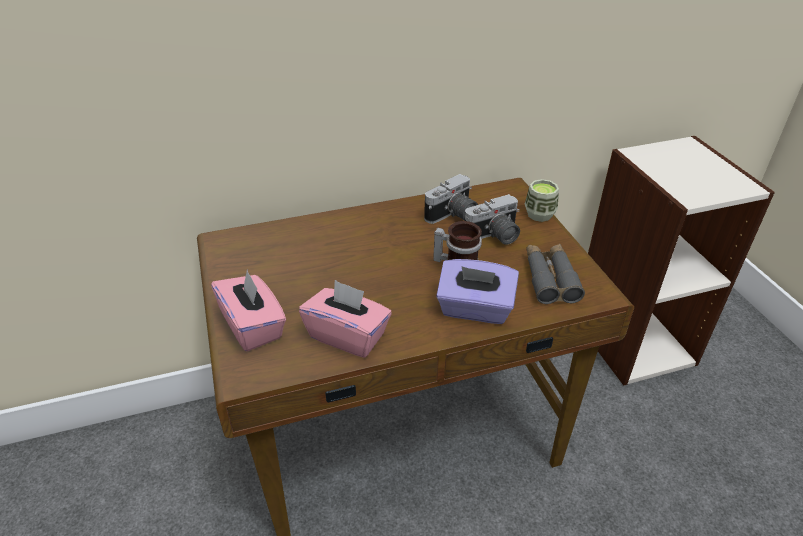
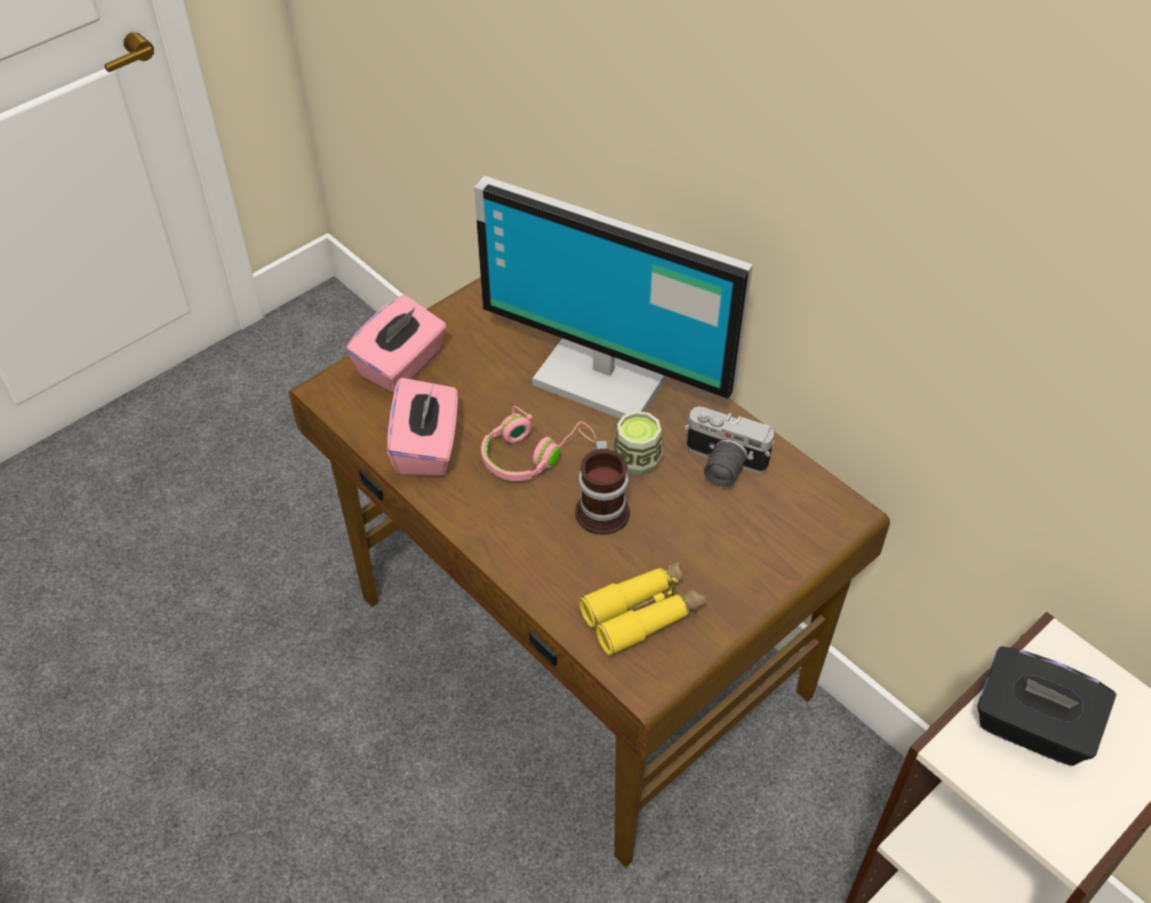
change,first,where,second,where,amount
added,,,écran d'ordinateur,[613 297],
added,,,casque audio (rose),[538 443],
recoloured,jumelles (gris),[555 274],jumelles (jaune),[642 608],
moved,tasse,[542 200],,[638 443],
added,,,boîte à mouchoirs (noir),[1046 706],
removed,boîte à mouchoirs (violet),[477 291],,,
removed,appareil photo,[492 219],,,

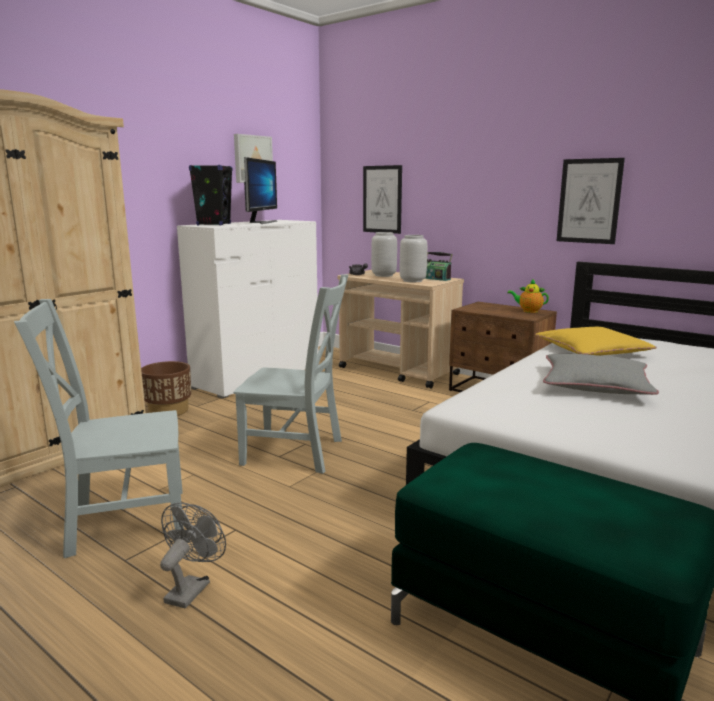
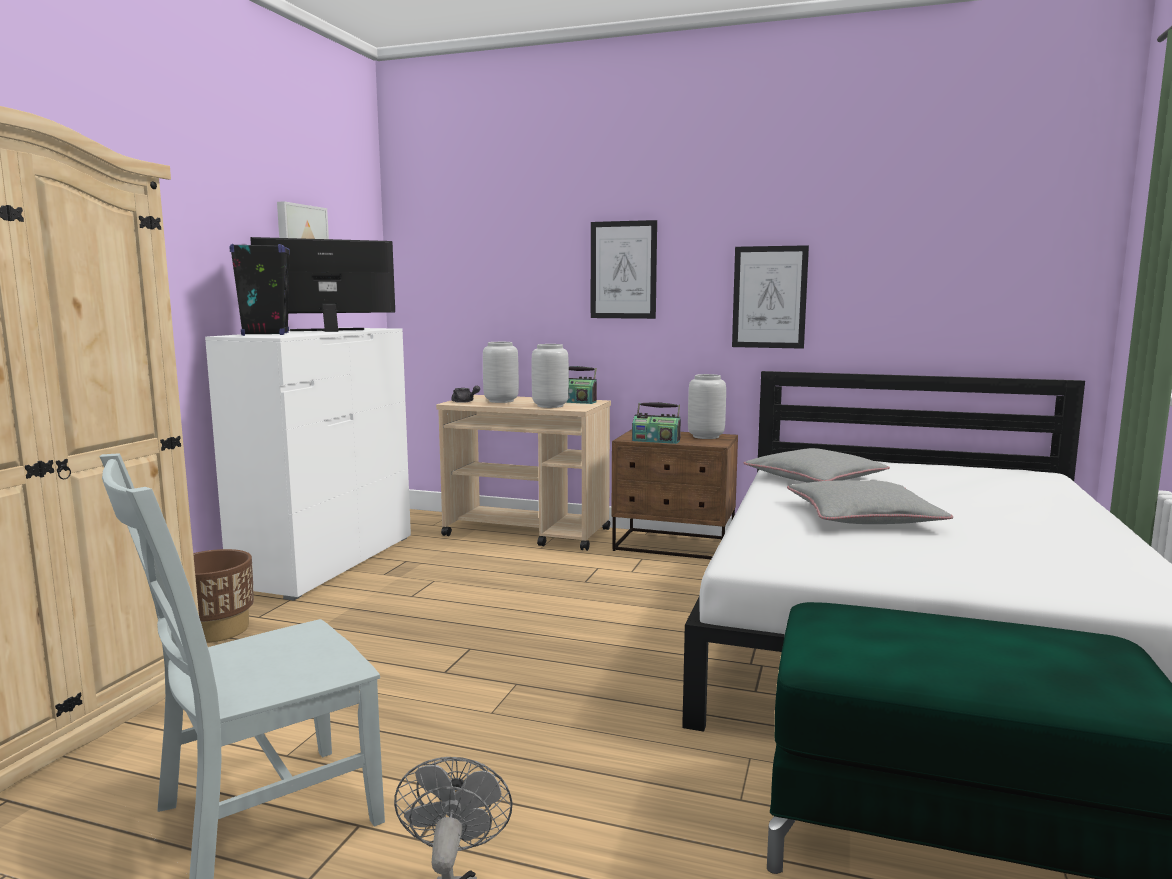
change,first,where,second,where,amount
turned,écran d'ordinateur,[260 190],,[322 284],105 degrees counterclockwise
moved,tableau,[382 199],,[624 269],
added,,,radio,[656 423],
replaced,théière,[528 296],vase (gris),[707 406],
recoloured,coussin (jaune),[596 341],coussin (gris),[817 465],
removed,chaise (gris),[291 374],,,

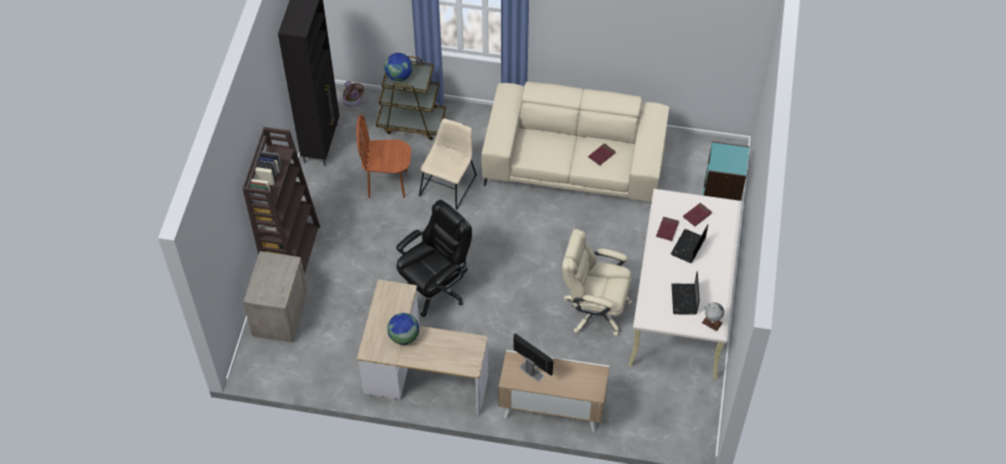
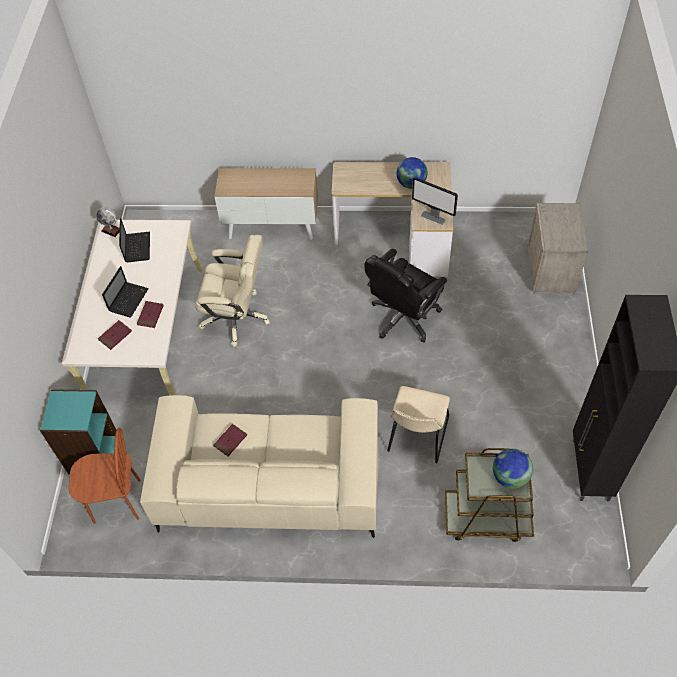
change,first,where,second,where,amount
moved,chaise (marron),[383 156],,[105 476],
moved,écran d'ordinateur,[533 357],,[435 201],
removed,bibliothèque (marron),[281 200],,,
removed,ventilateur (marron),[353 93],,,

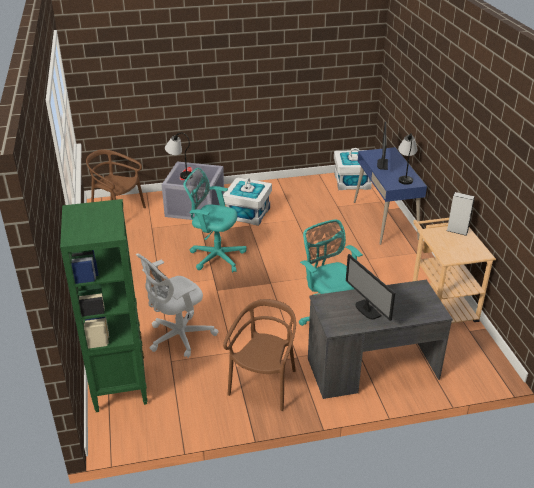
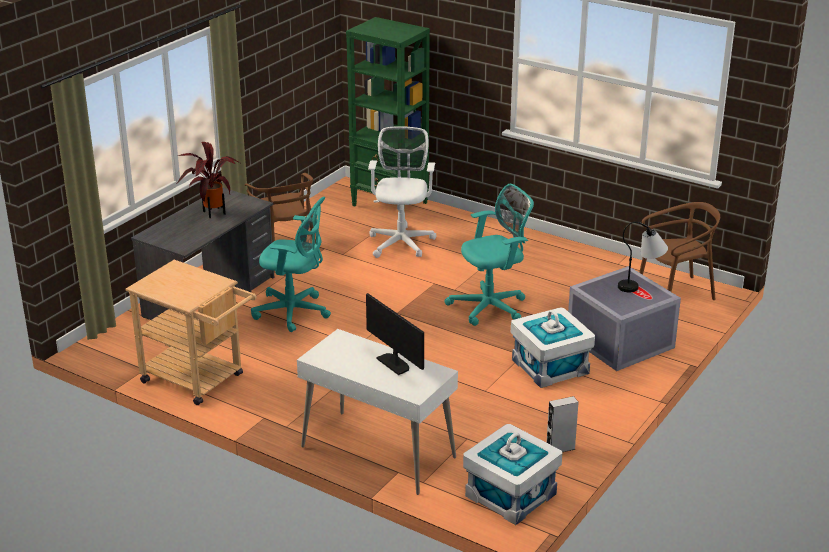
change,first,where,second,where,amount
replaced,écran d'ordinateur,[370 287],plante en pot,[208 180],
recoloured,bureau (bleu),[390 196],bureau (blanc),[377 412],
moved,enceinte (gris),[461 214],,[562 424],
removed,lampe de table,[408 159],,,

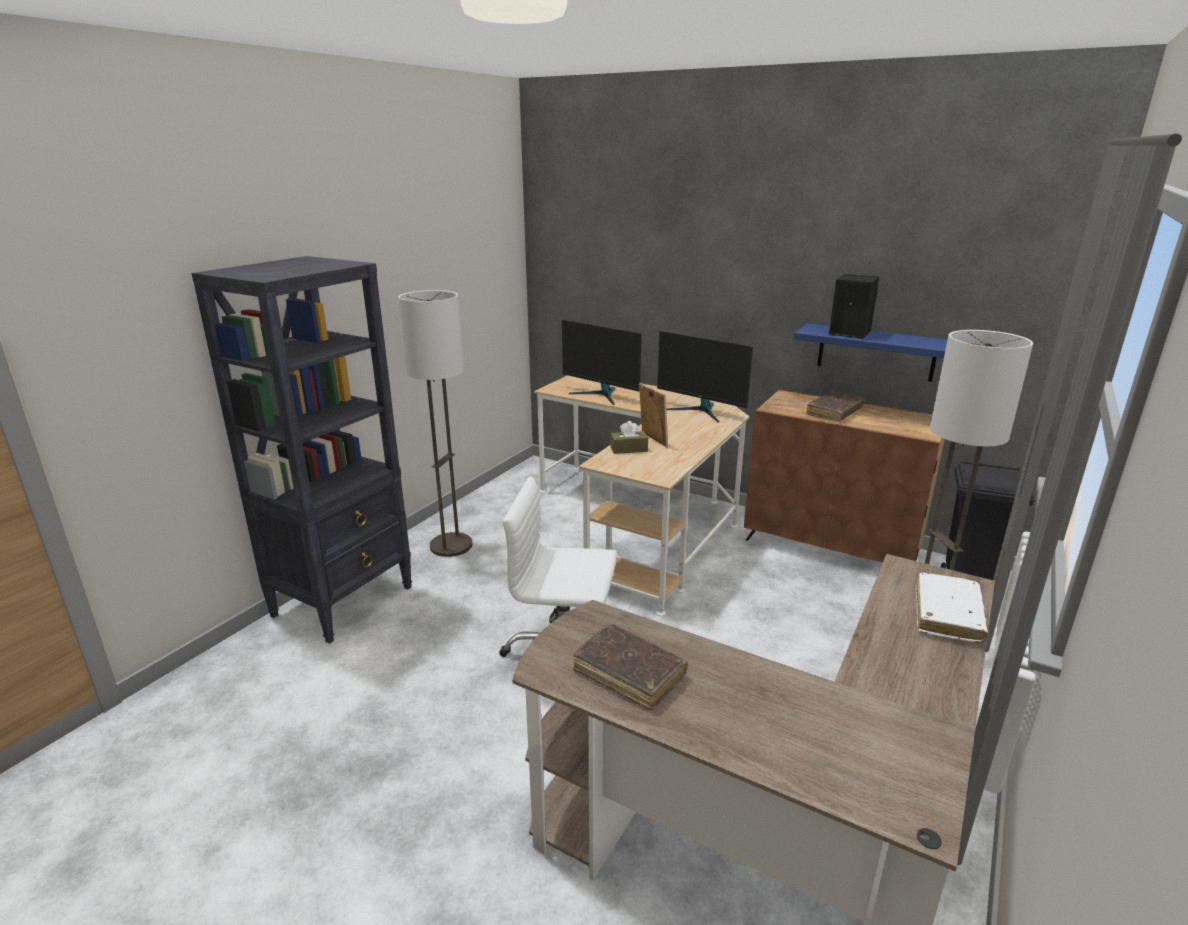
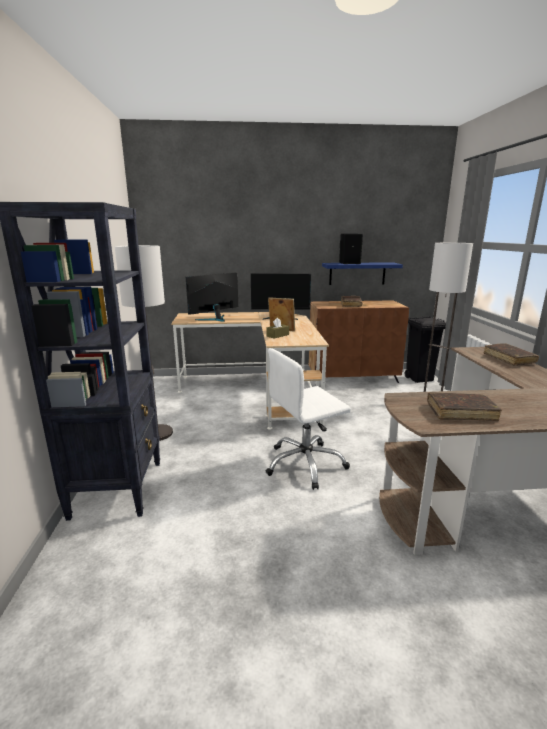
change,first,where,second,where,amount
turned,écran d'ordinateur,[602 362],,[212 297],135 degrees clockwise
recoloured,livre (blanc),[952 608],livre (marron),[511 354],

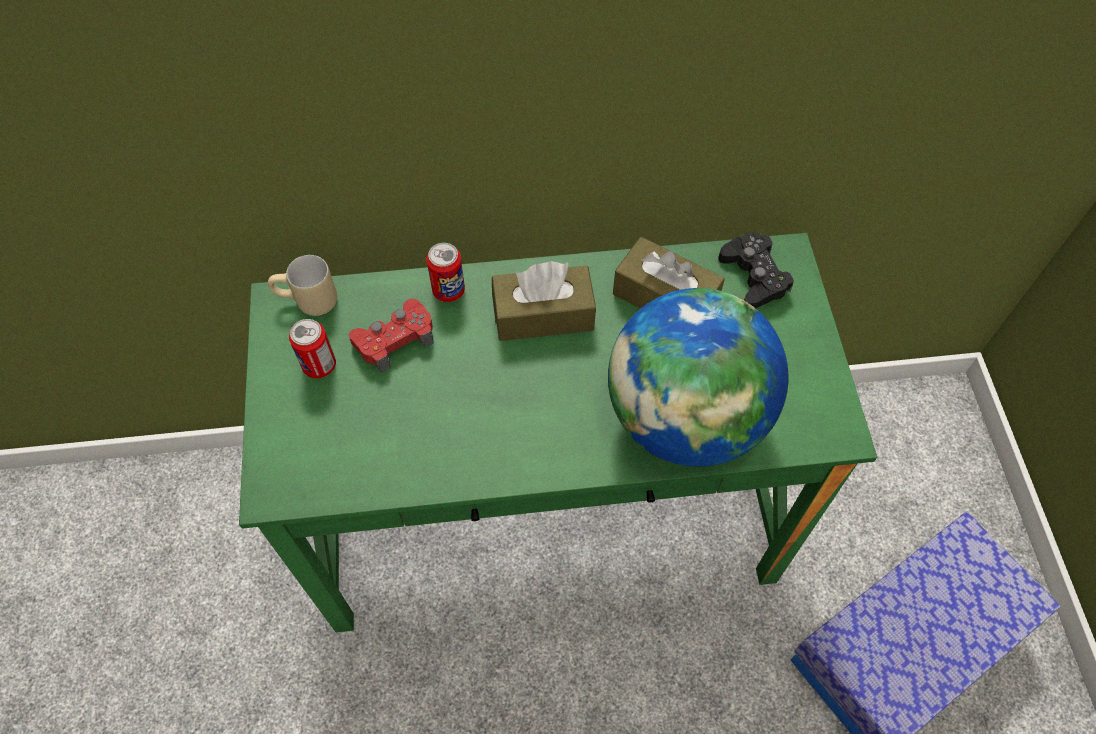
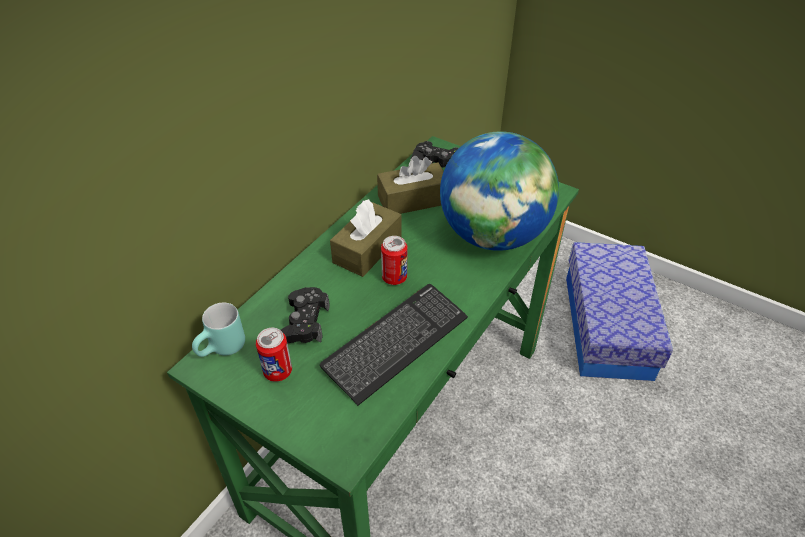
change,first,where,second,where,amount
recoloured,mug (beige),[302 285],mug (turquoise),[218 329],
recoloured,manette (rouge),[391 336],manette (noir),[305 315],
added,,,clavier,[394 345],
moved,boîte métallique,[446 272],,[394 260],

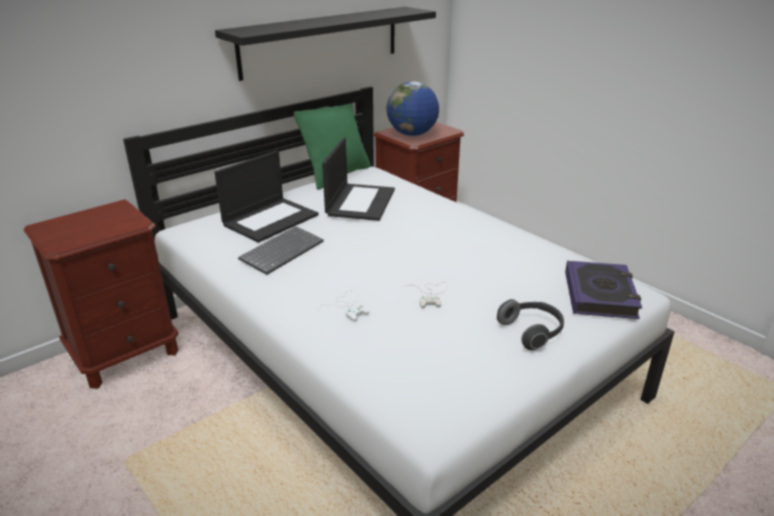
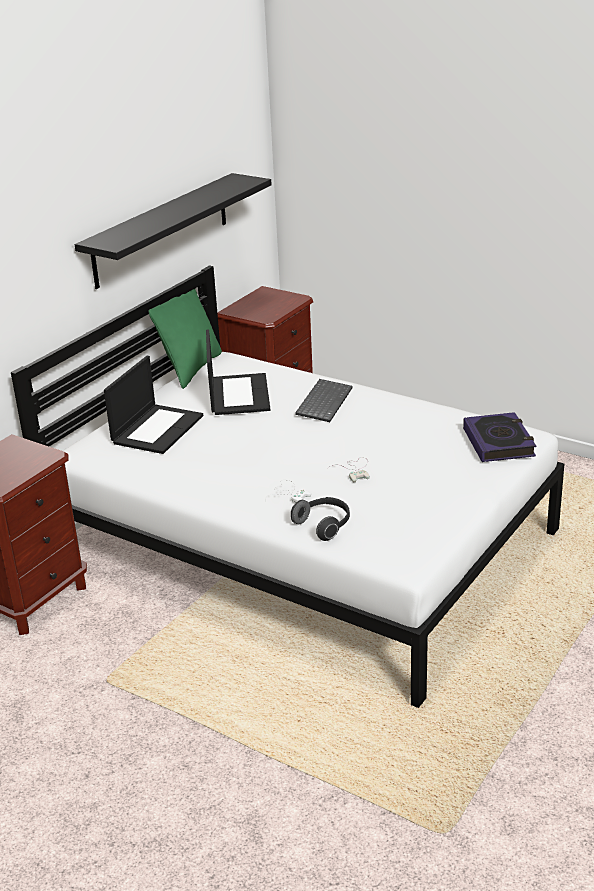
change,first,where,second,where,amount
moved,casque audio,[530 324],,[320 519],
moved,clavier,[281 250],,[324 400],
removed,globe,[412 108],,,

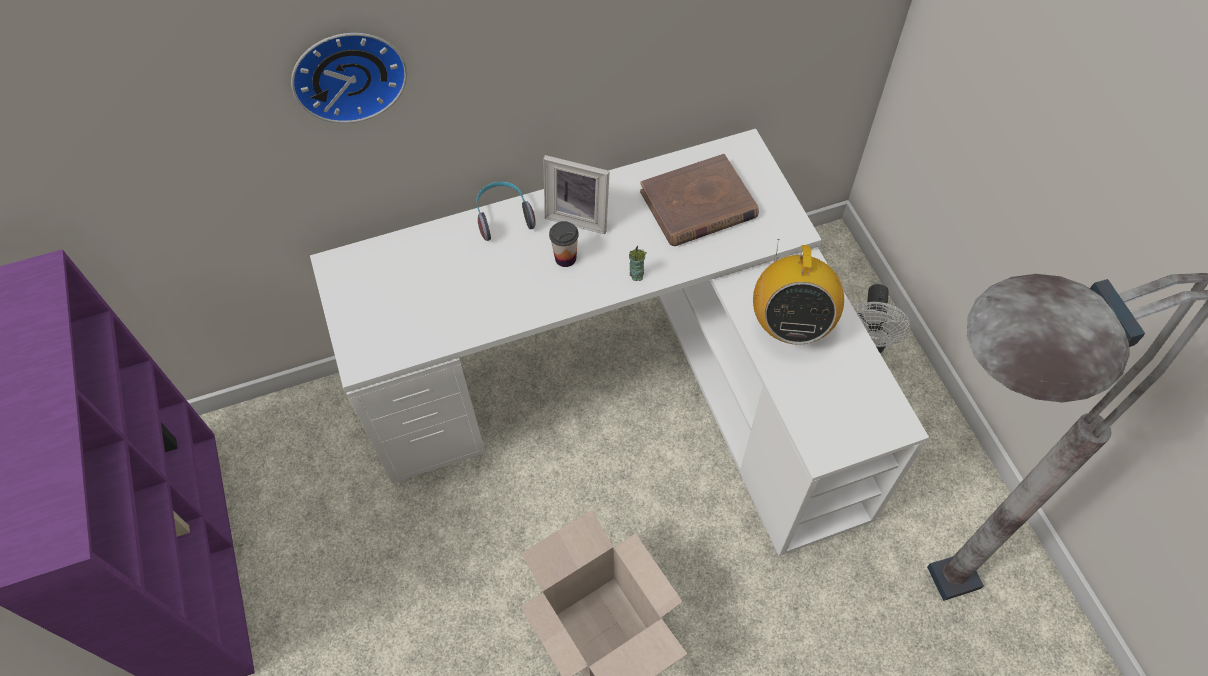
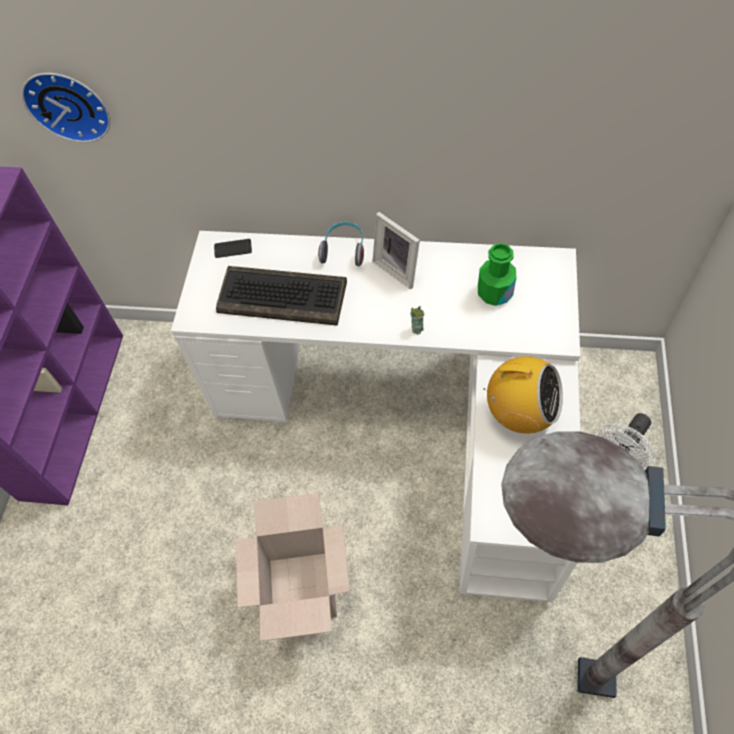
change,first,where,second,where,amount
moved,horloge murale,[349 78],,[66 108],
added,,,téléphone,[233 248],
added,,,clavier,[281 296],
replaced,livre (marron),[699 200],bouteille (vert),[497 274],
turned,radio,[798 292],,[523 395],105 degrees counterclockwise
removed,tasse,[564 244],,,

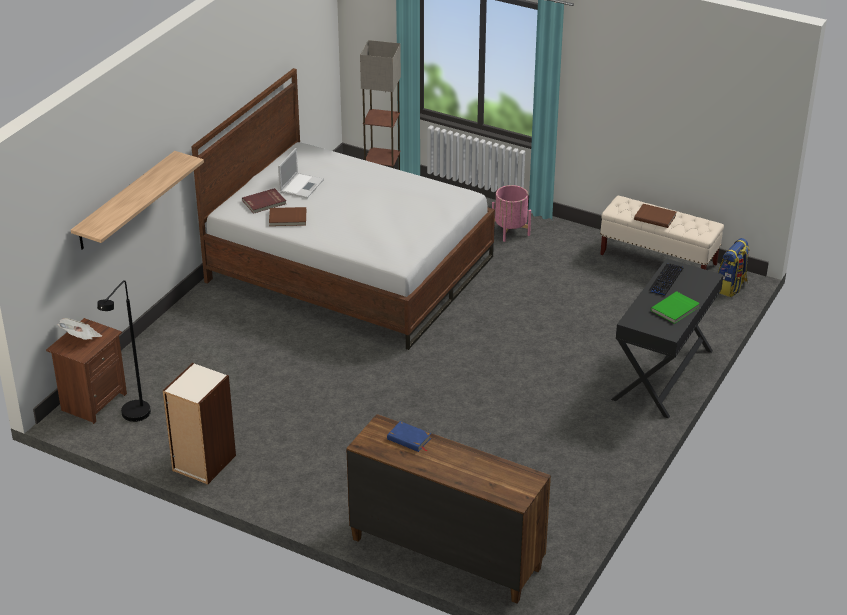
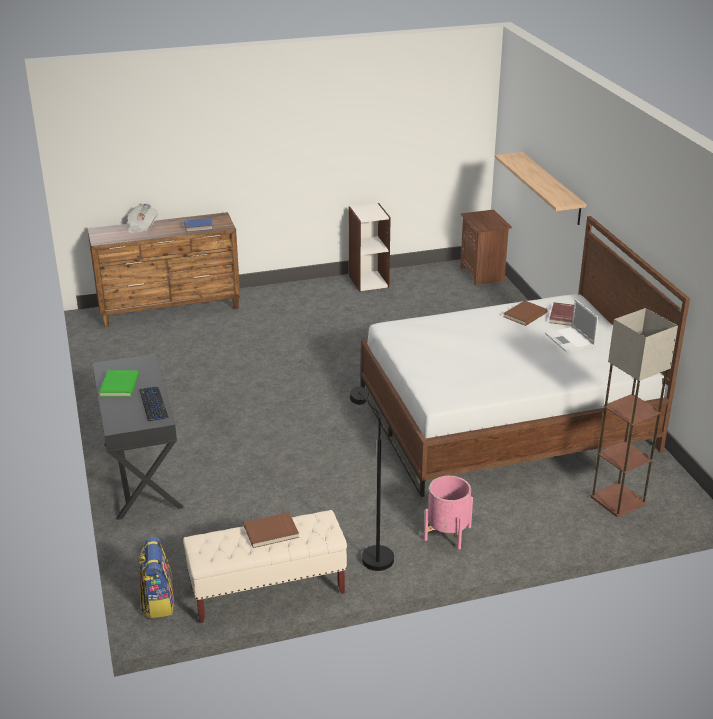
change,first,where,second,where,amount
moved,journal,[79 329],,[142 218],
moved,lampadaire (noir),[124 351],,[372 479],

